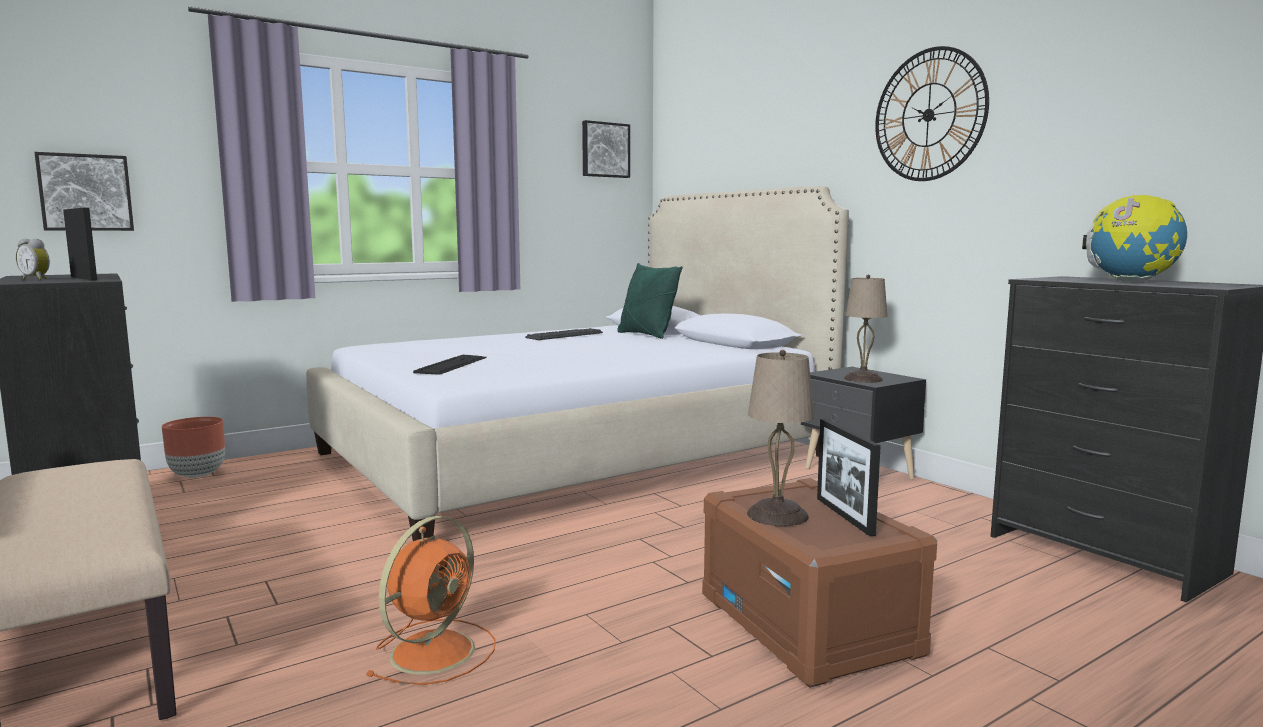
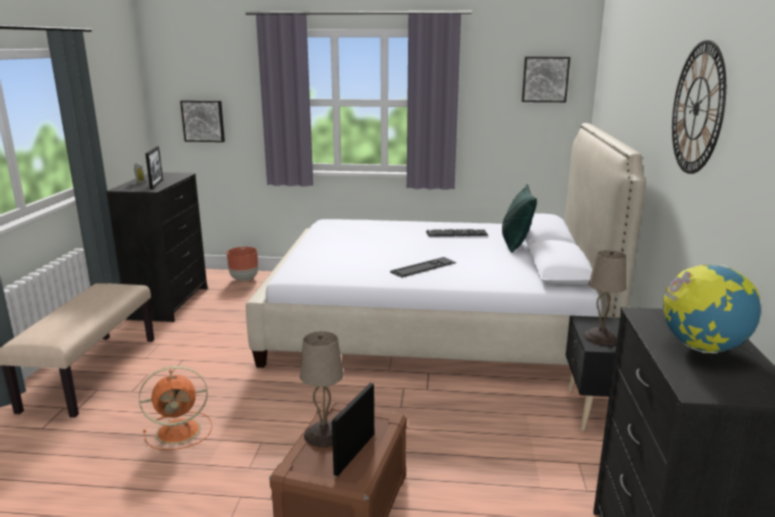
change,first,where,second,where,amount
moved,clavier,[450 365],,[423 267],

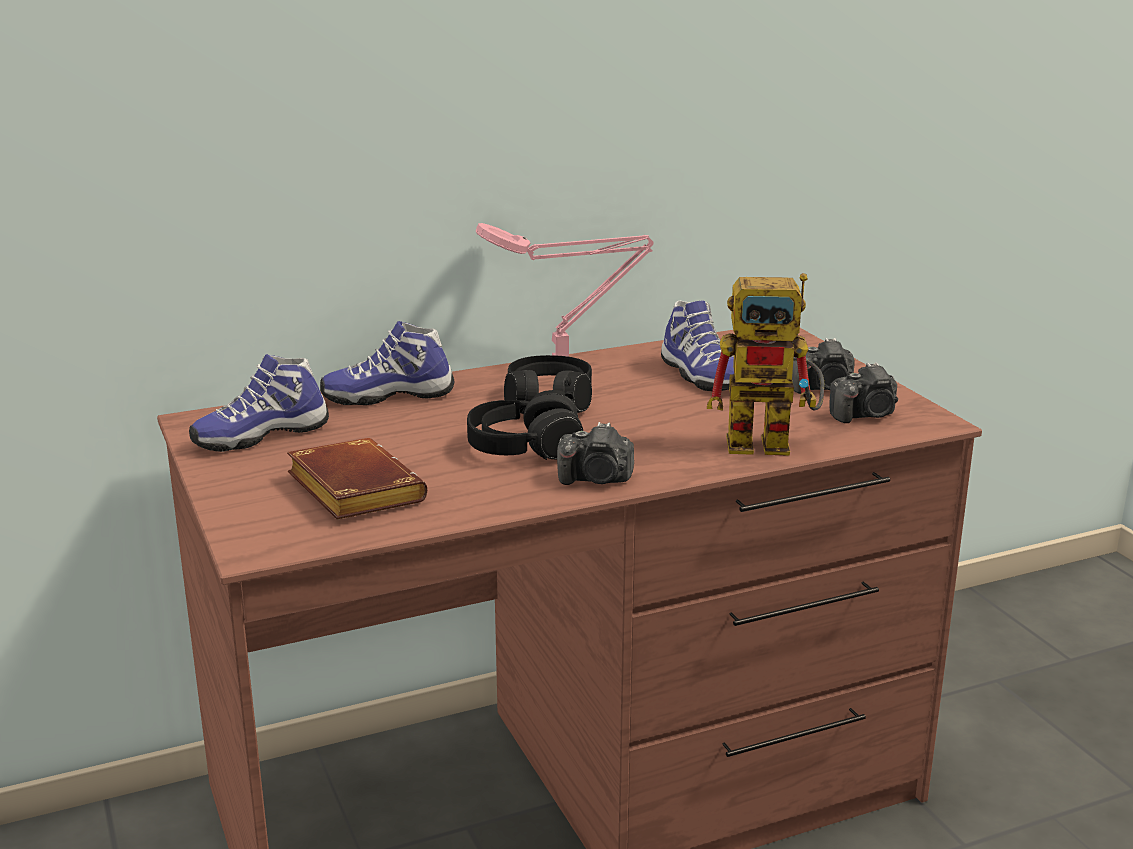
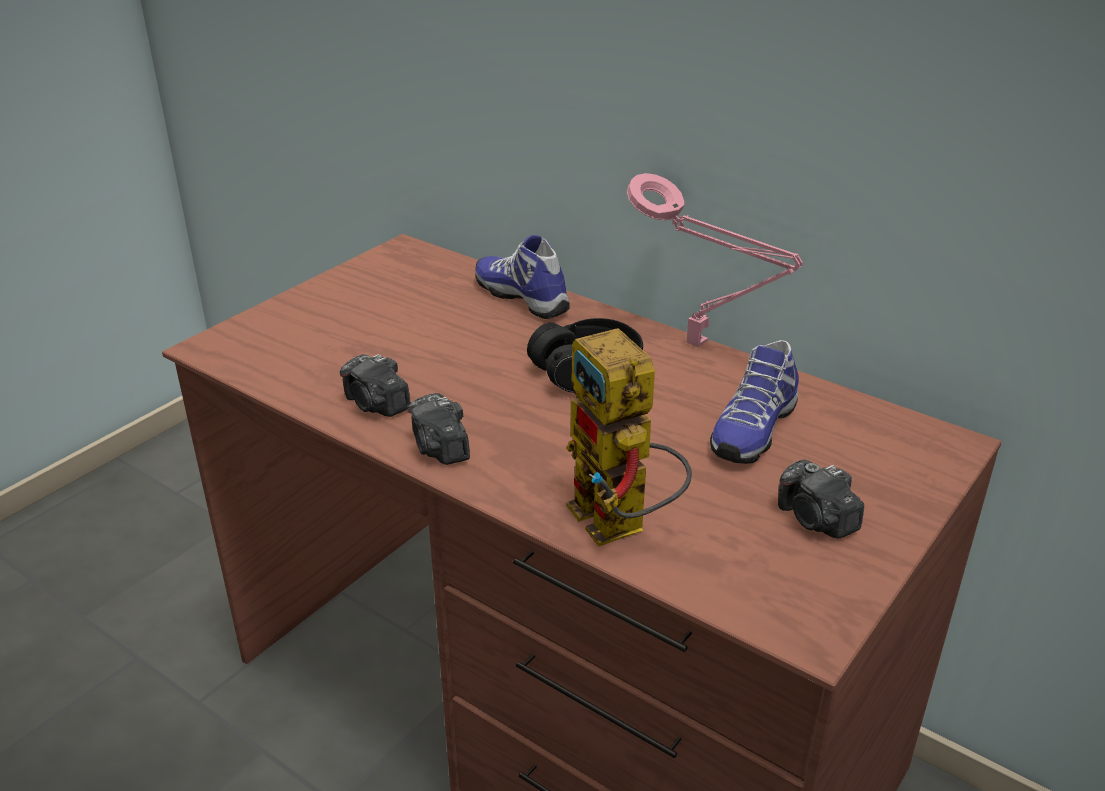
change,first,where,second,where,amount
moved,appareil photo,[863 392],,[375 385],
removed,chaussure,[259 403],,,
removed,livre (marron),[357 479],,,
removed,casque audio (noir),[525 425],,,

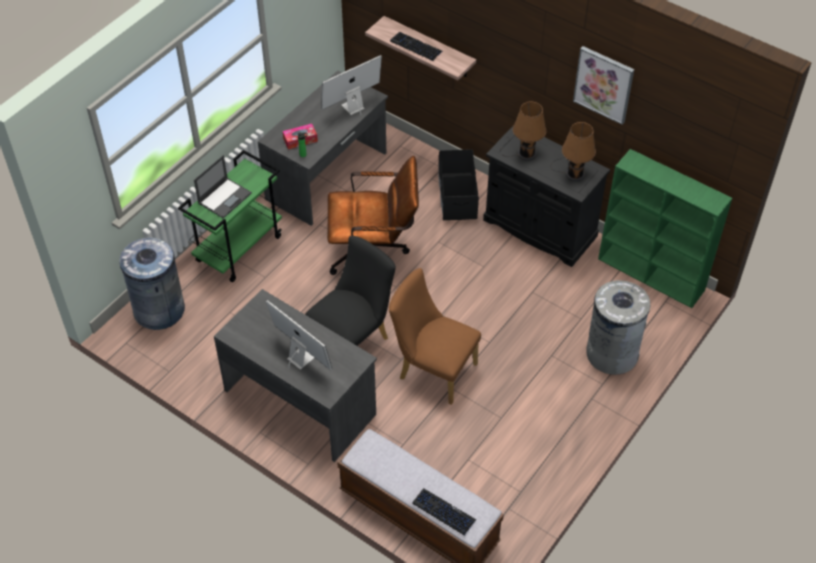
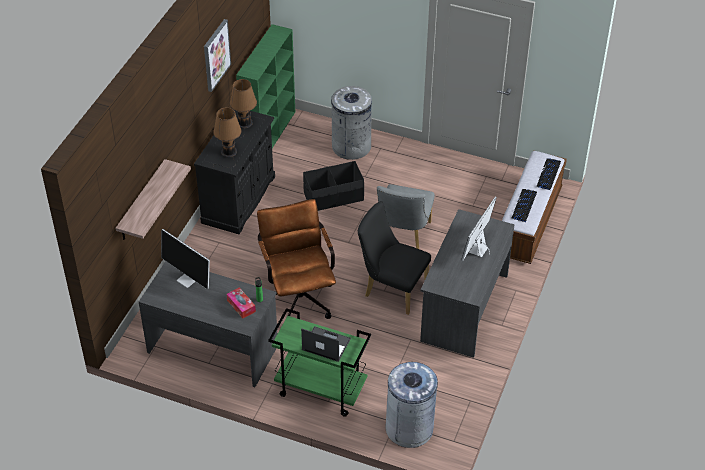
change,first,where,second,where,amount
moved,boîte de rangement (noir),[458 184],,[333 186],
recoloured,chaise (marron),[435 336],chaise (gris),[406 216],
moved,clavier,[416 46],,[524 205],

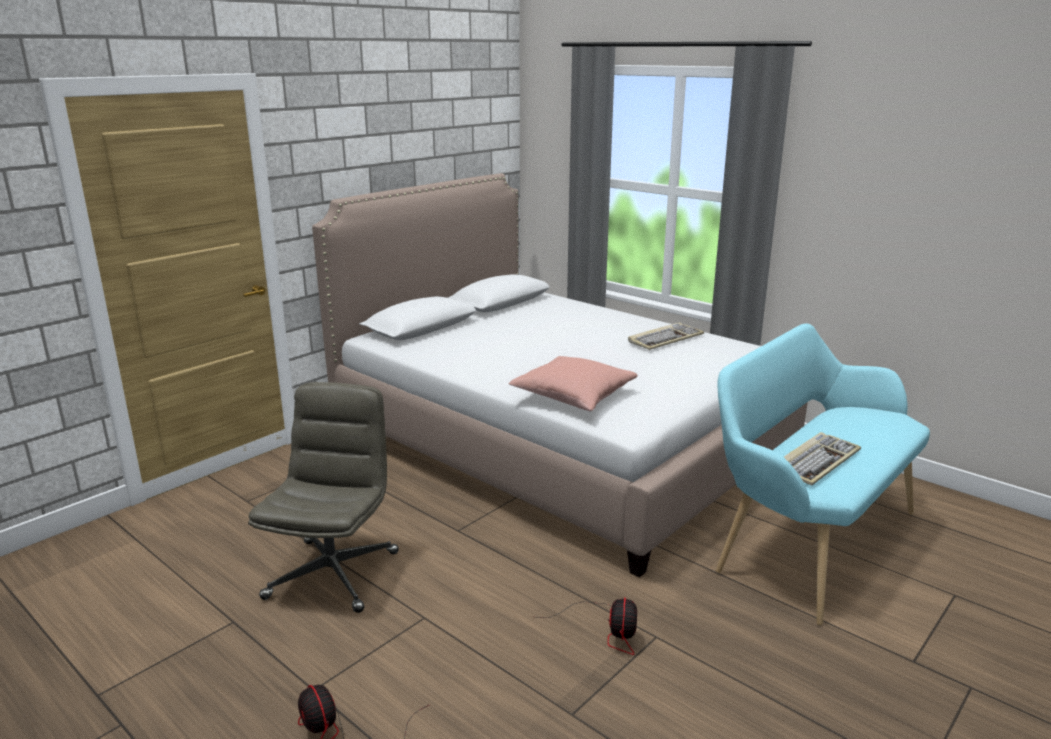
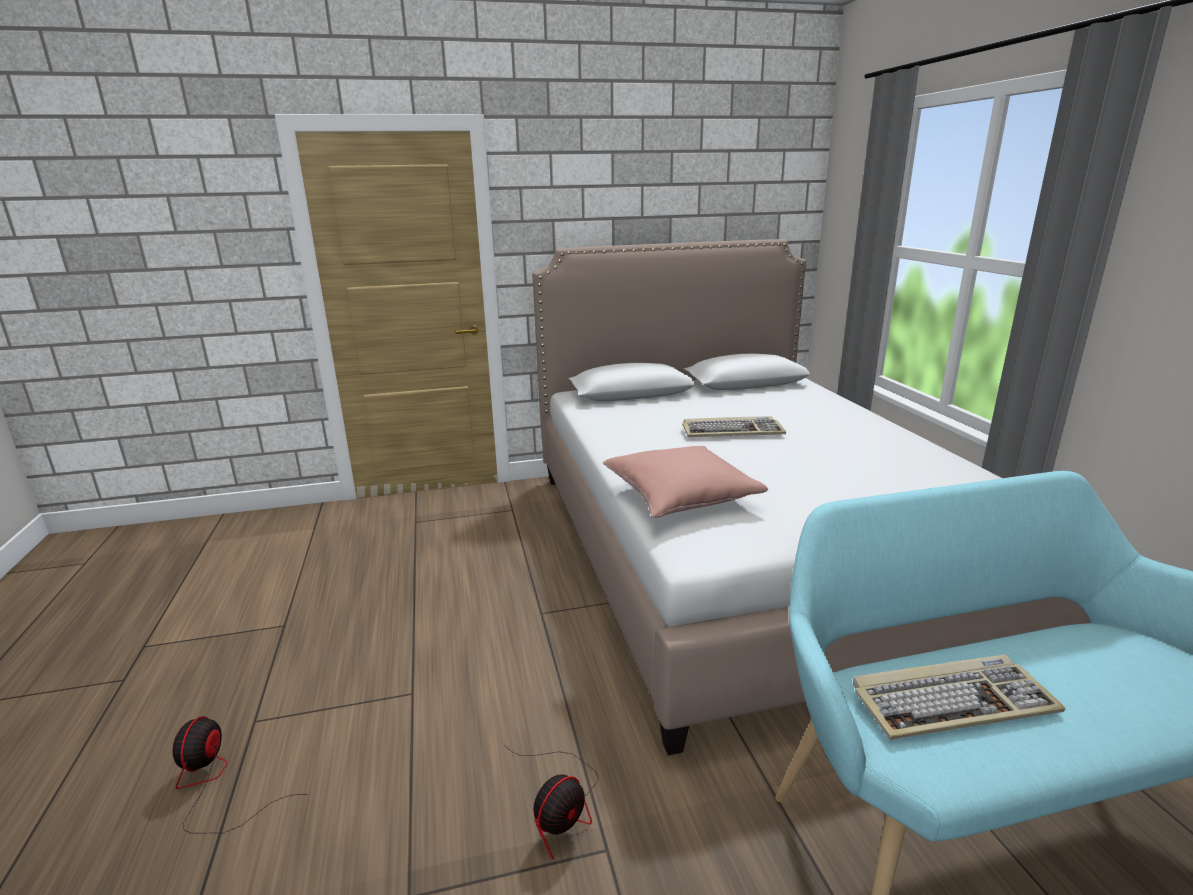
change,first,where,second,where,amount
moved,clavier,[666 336],,[734 426],
removed,chaise de bureau (gris),[323 497],,,

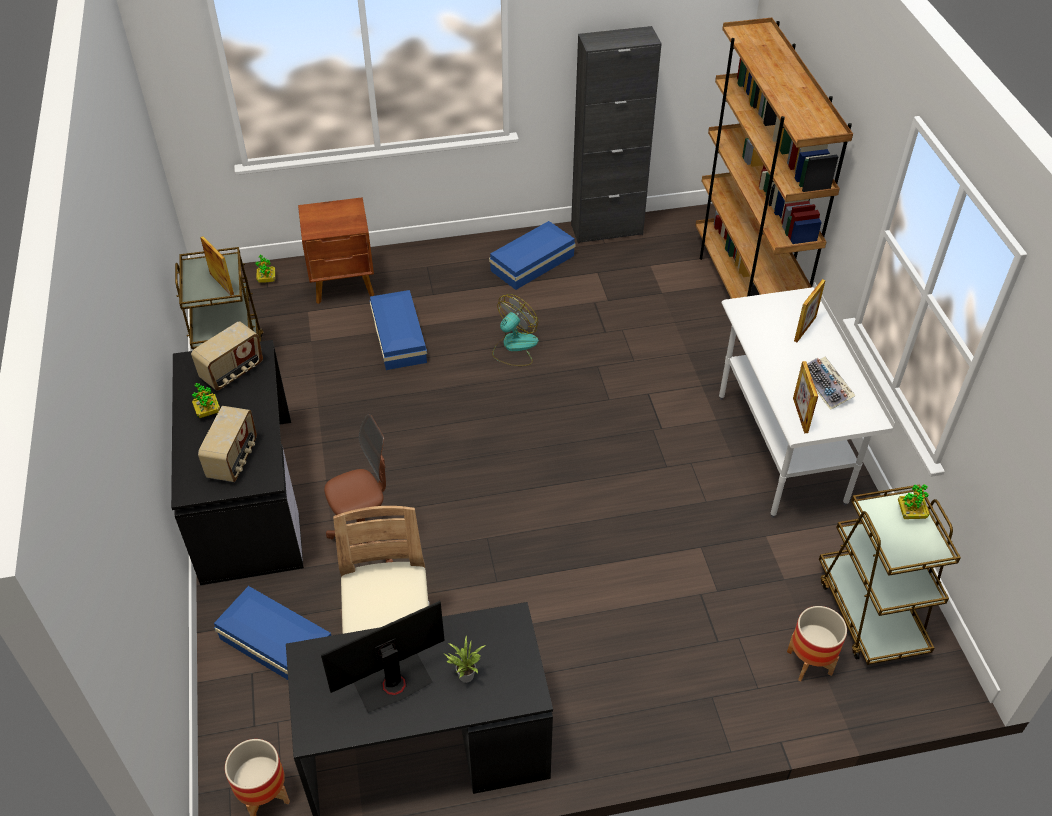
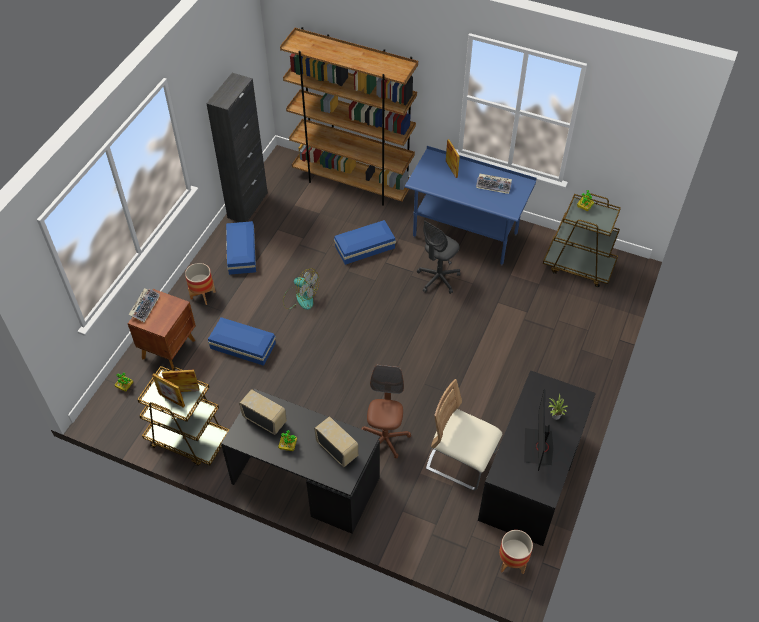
change,first,where,second,where,amount
added,,,clavier,[144 305],
moved,cadre photo,[805 397],,[168 391],
moved,cache-pot,[817 644],,[200 284],
turned,radio,[227 356],,[263 412],45 degrees counterclockwise
turned,ventilateur,[515 330],,[301 289],135 degrees clockwise
moved,boîte de rangement (bleu),[272 633],,[365 242],
recoloured,bureau (blanc),[807 400],bureau (bleu),[471 206],
added,,,chaise de bureau (gris),[438 257],

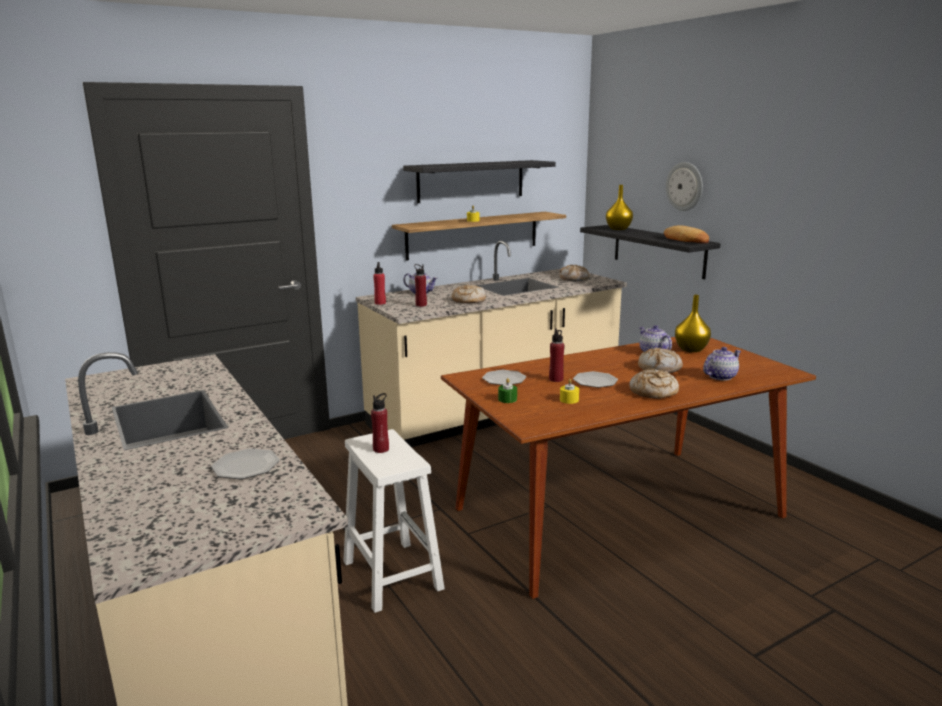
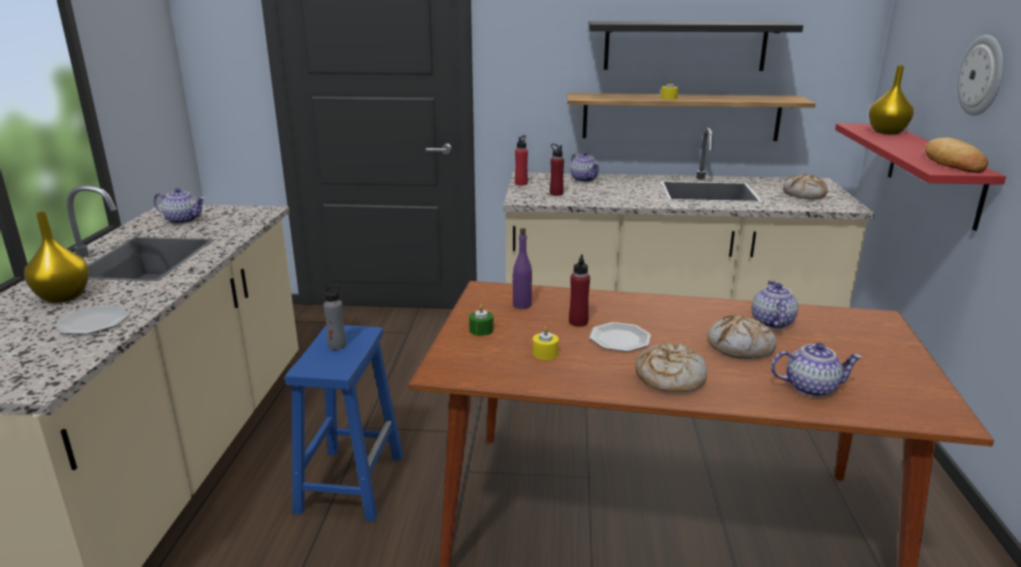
change,first,where,second,where,amount
moved,vase (jaune),[693 323],,[56 257],
added,,,théière,[179 206],
recoloured,tabouret (blanc),[394 521],tabouret (bleu),[344 423],
recoloured,bouteille (rouge),[380 423],bouteille (gris),[334 317],
replaced,assiette,[504 377],bouteille (violet),[522 268],
recoloured,étagère (noir),[650 252],étagère (rouge),[920 177],
removed,pain,[469 293],,,

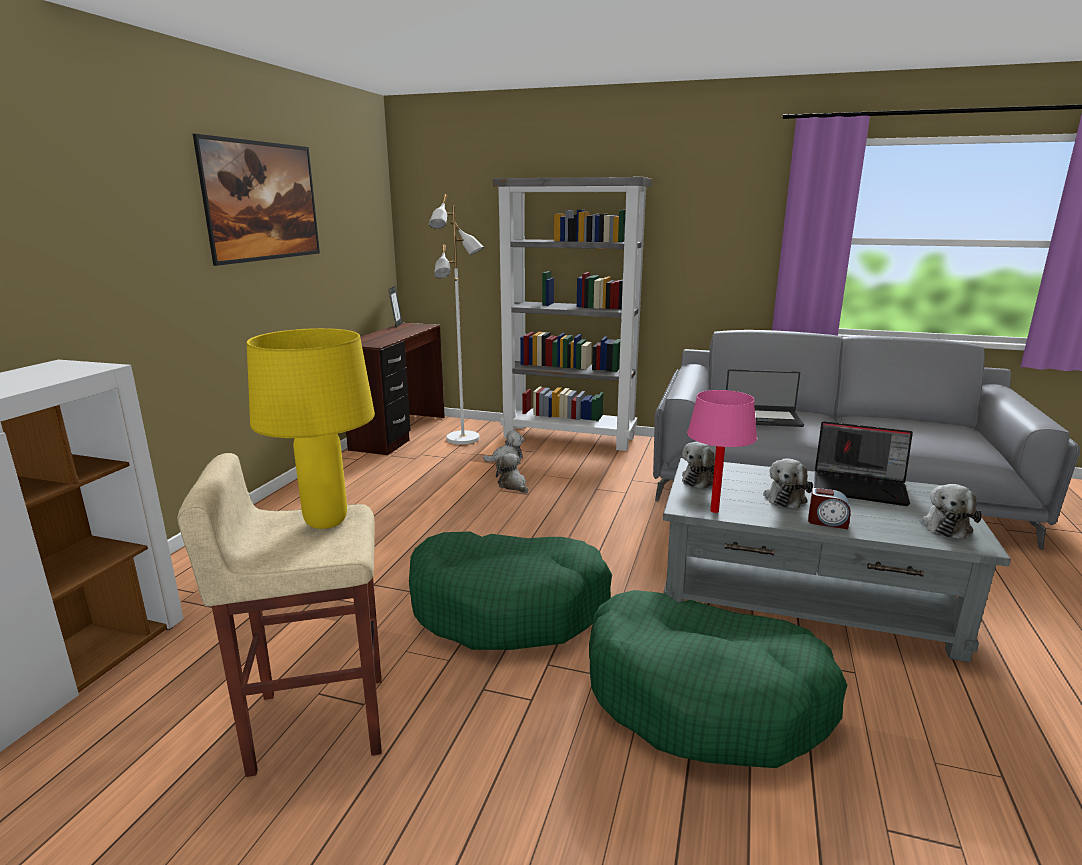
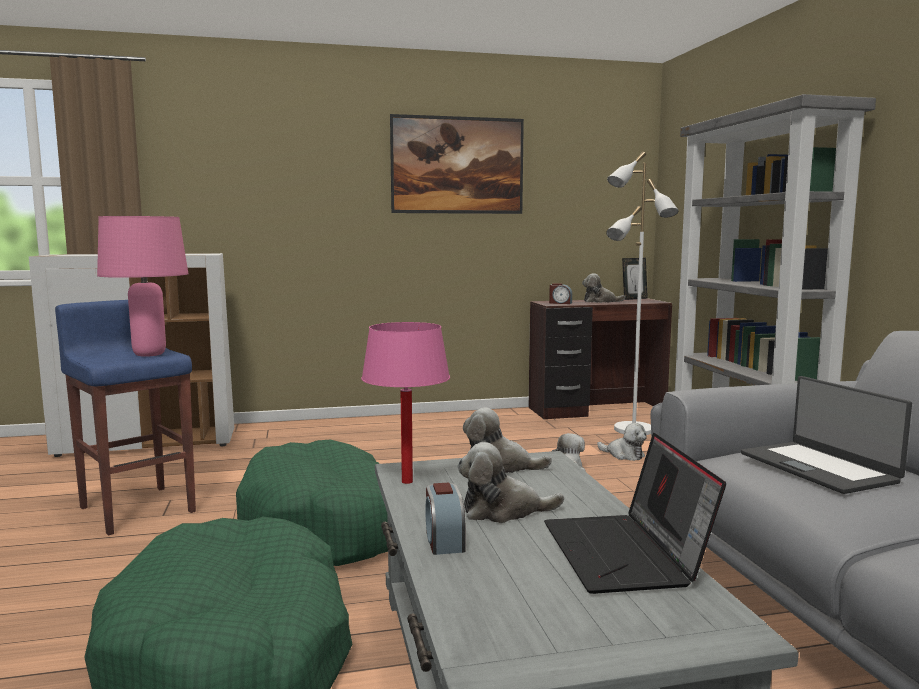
change,first,where,second,where,amount
recoloured,tabouret (beige),[279 615],tabouret (bleu),[125 418],
recoloured,lampe de table (jaune),[311 428],lampe de table (rose),[143 286],
added,,,réveil,[560 293],
moved,peluche,[951 512],,[603 288],

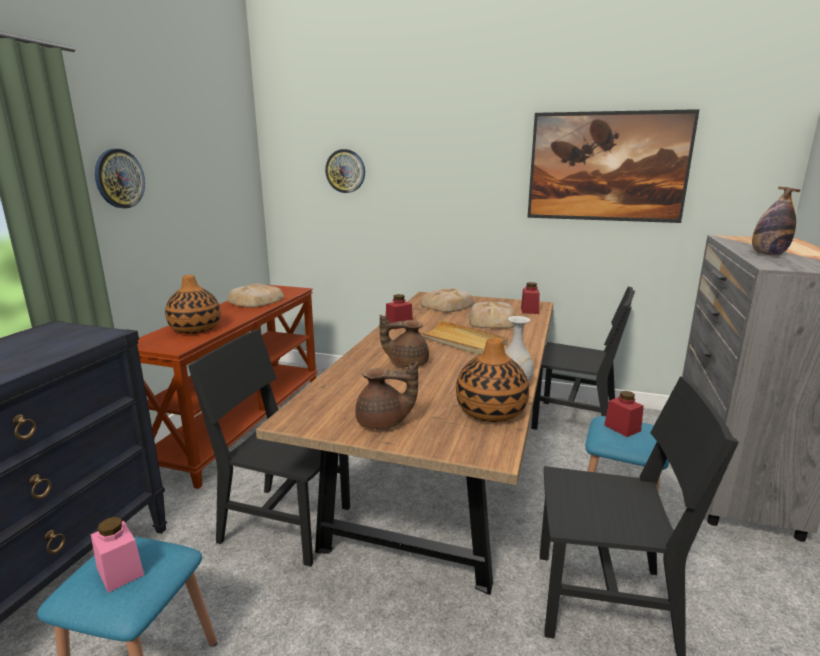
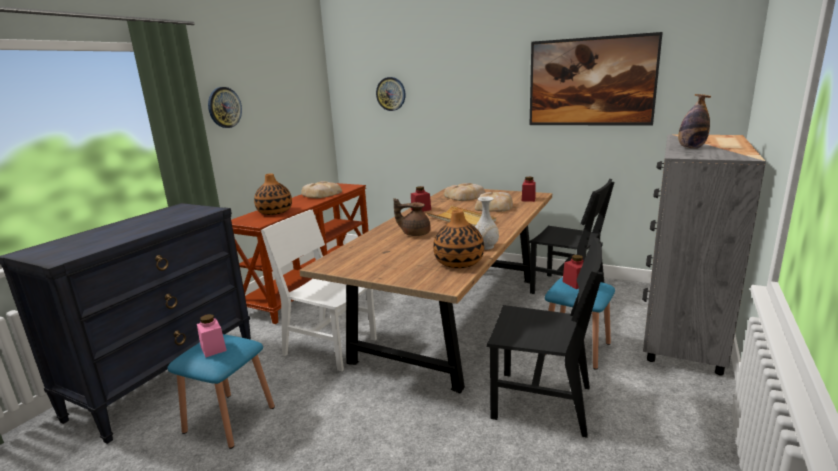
change,first,where,second,where,amount
recoloured,chaise (noir),[269 448],chaise (blanc),[319 290],
removed,théière (marron),[386 395],,,

